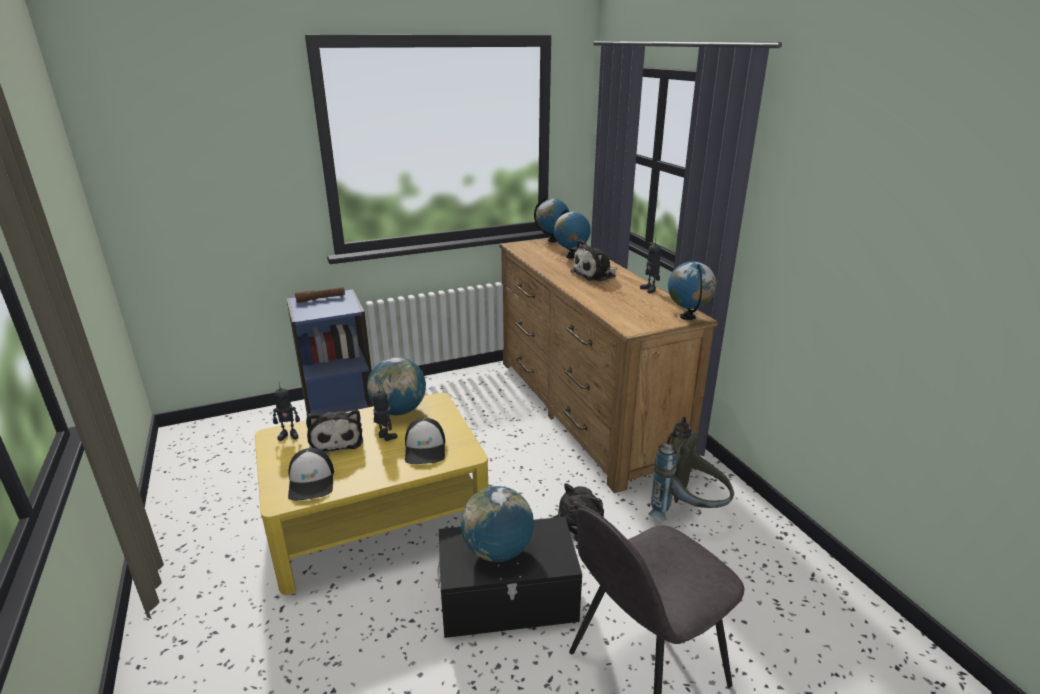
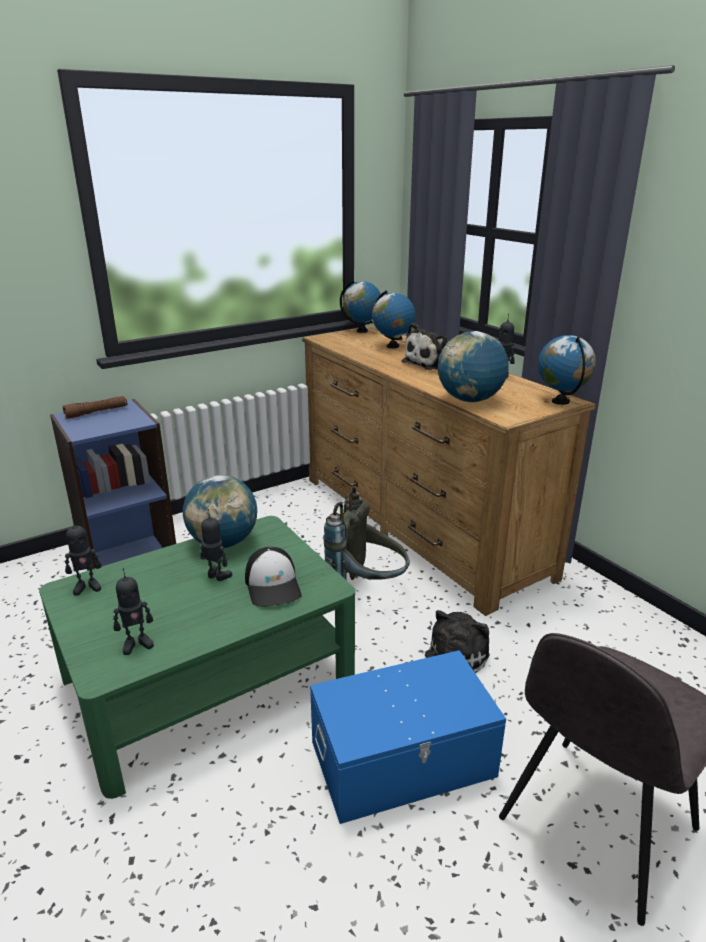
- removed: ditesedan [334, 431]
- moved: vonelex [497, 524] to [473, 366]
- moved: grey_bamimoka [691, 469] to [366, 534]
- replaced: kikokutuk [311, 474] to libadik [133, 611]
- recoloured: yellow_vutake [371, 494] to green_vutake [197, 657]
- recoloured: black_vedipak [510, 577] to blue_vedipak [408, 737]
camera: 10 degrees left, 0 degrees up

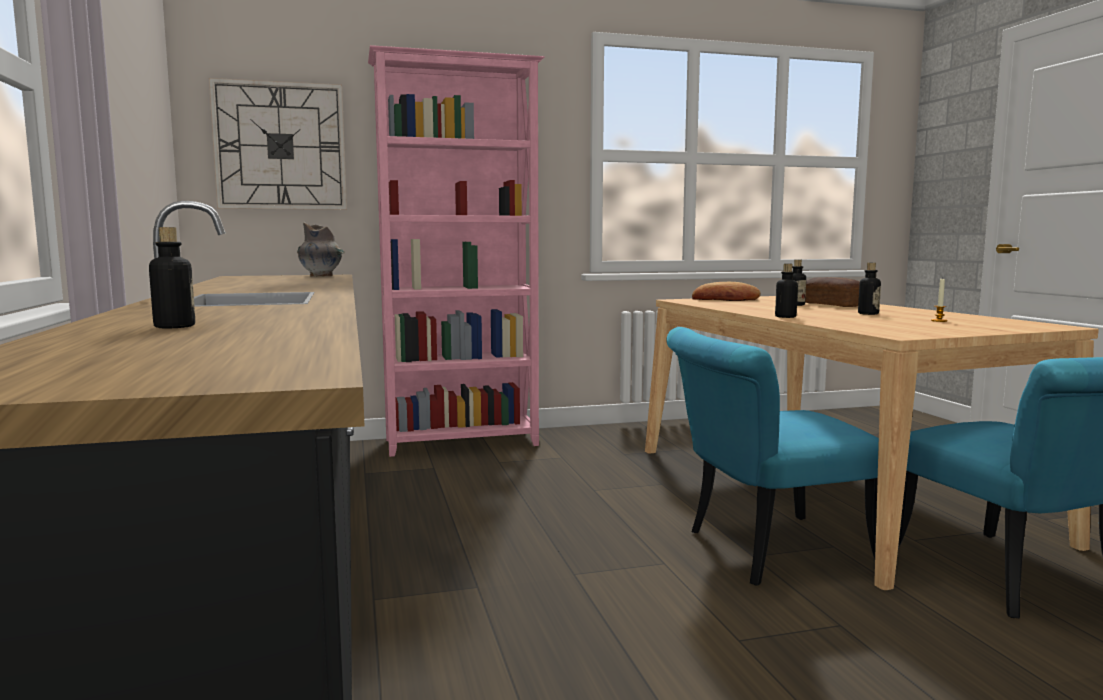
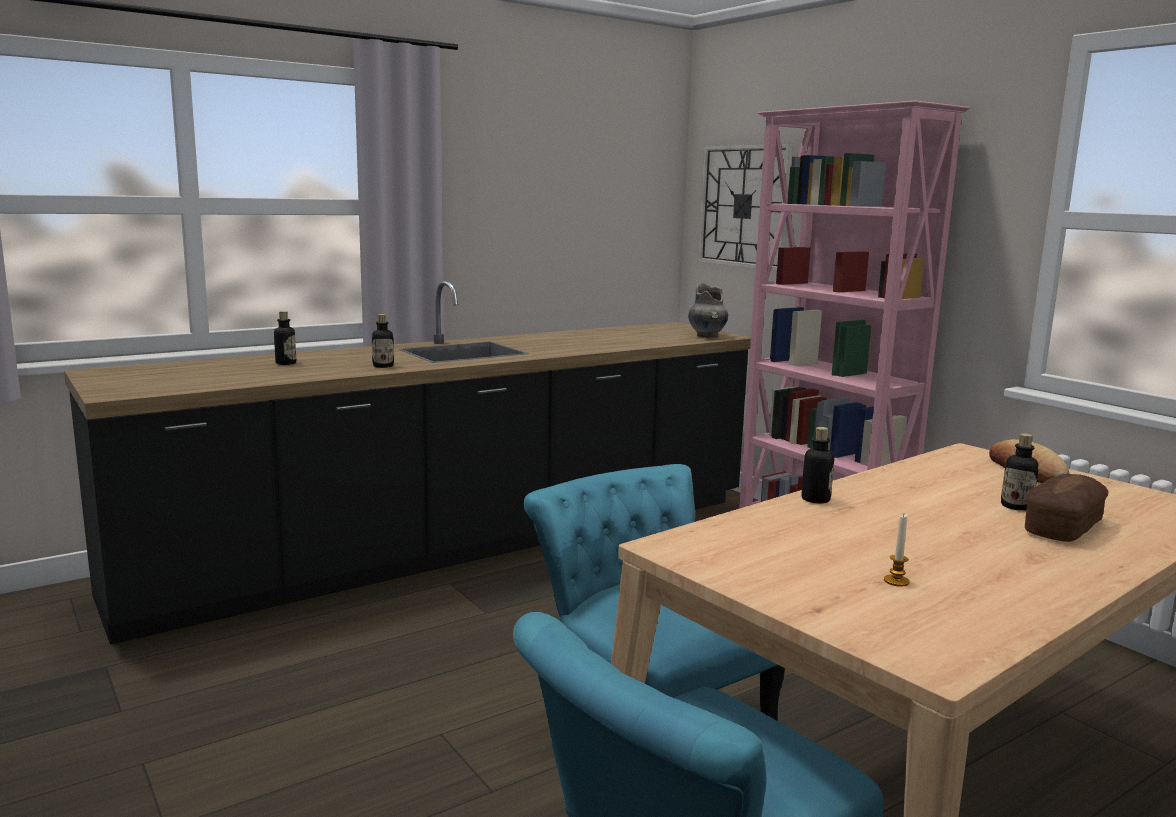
- moved: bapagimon [869, 288] to [383, 341]
camera: 70 degrees right, 5 degrees up

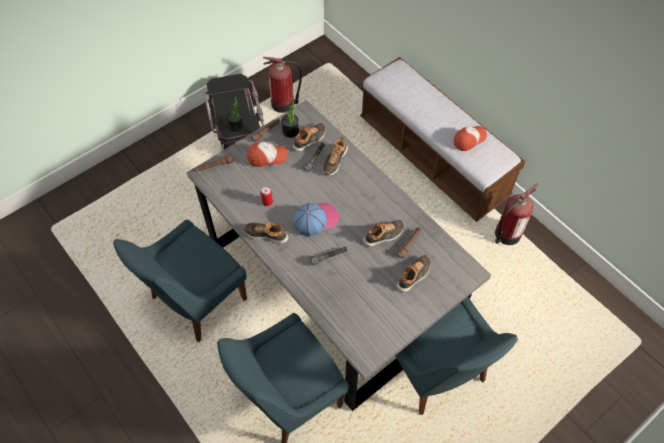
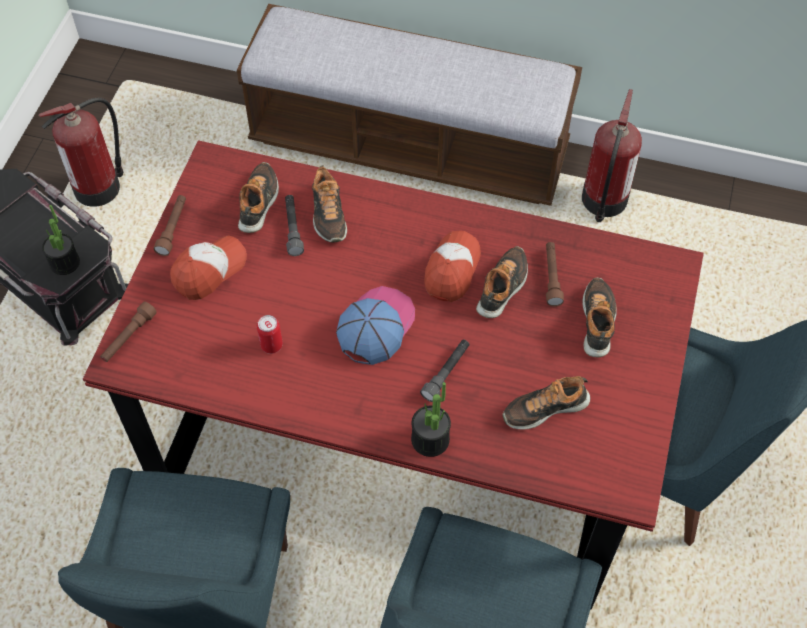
- moved: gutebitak [266, 233] to [546, 403]
- moved: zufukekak [290, 118] to [431, 419]
- moved: kikokutuk [470, 138] to [452, 266]
- recoloured: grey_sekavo [339, 255] to red_sekavo [393, 374]
camera: 35 degrees left, 0 degrees up

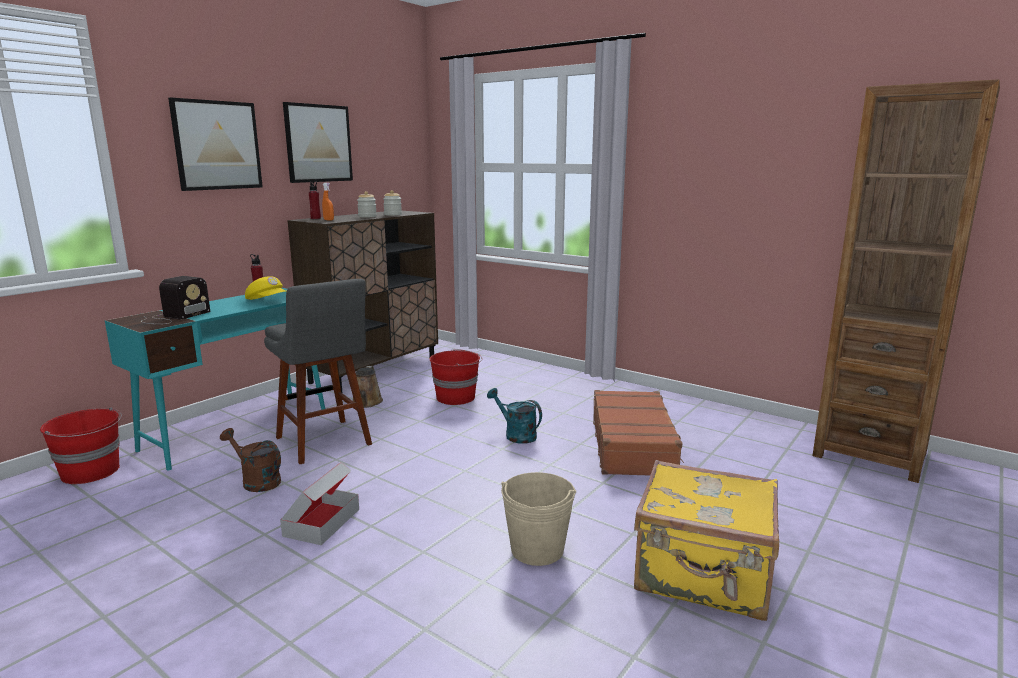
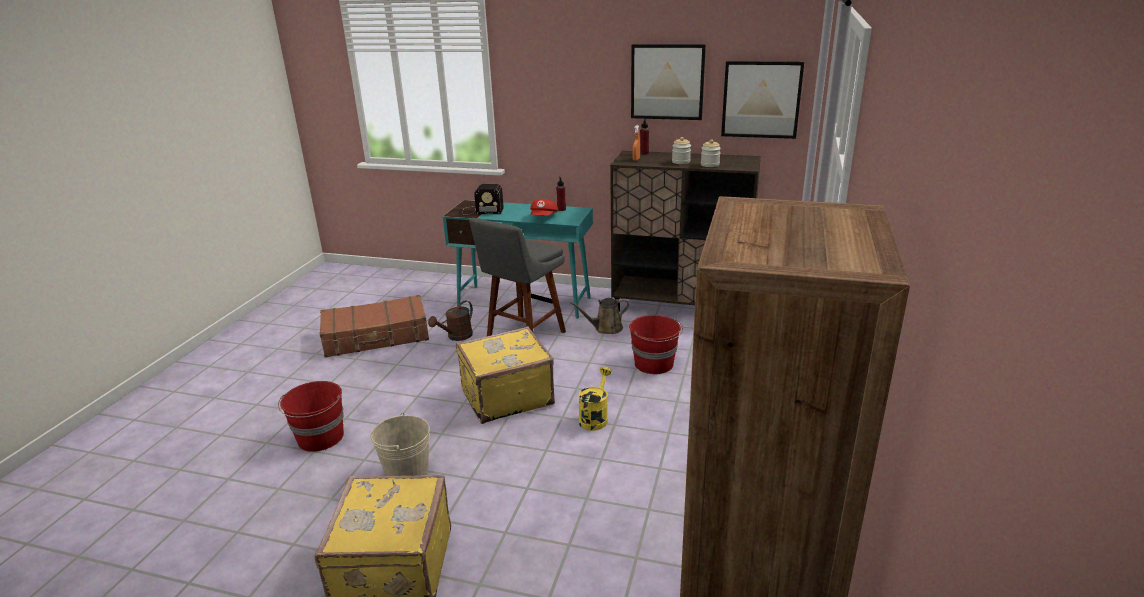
- removed: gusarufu [319, 503]
- added: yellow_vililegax [505, 375]
- moved: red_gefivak [81, 446] to [311, 416]
- moved: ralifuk [215, 144] to [762, 100]
- moved: brown_vililegax [638, 433] to [374, 326]
- recoloured: yellow_kikokutuk [266, 288] to red_kikokutuk [544, 207]
- recoloured: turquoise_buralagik [514, 416] to yellow_buralagik [595, 399]
- turned: brown_buralagik [250, 460] = [450, 320] 150 degrees counterclockwise
camera: 70 degrees right, 10 degrees up

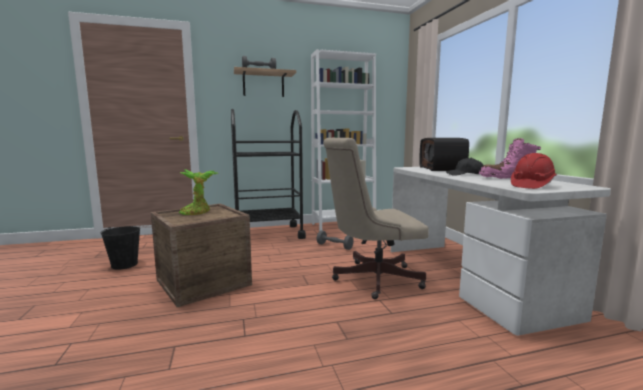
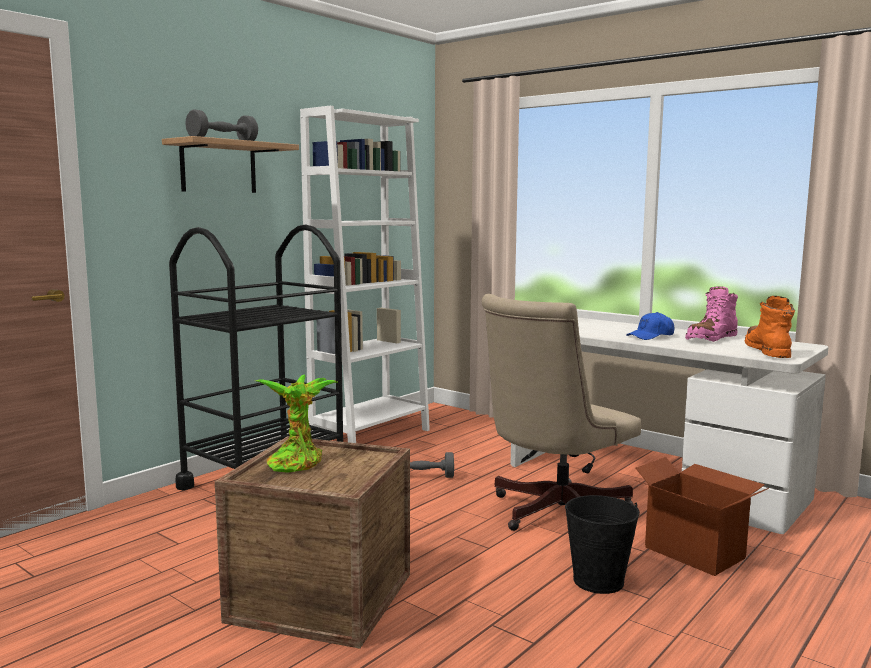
- removed: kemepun [444, 154]
- added: gusarufu [701, 516]
- moved: black_gefivak [120, 248] to [602, 544]
- replaced: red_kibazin [534, 171] to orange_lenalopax [770, 327]
- recoloured: black_kikokutuk [464, 167] to blue_kikokutuk [650, 326]
camera: 35 degrees left, 0 degrees up

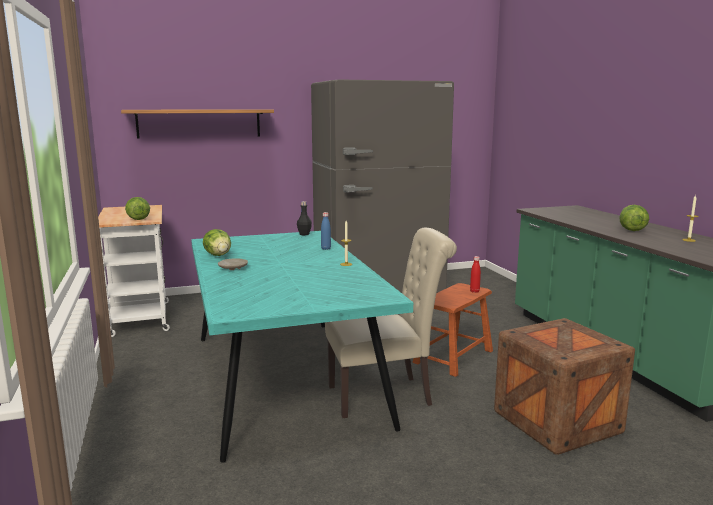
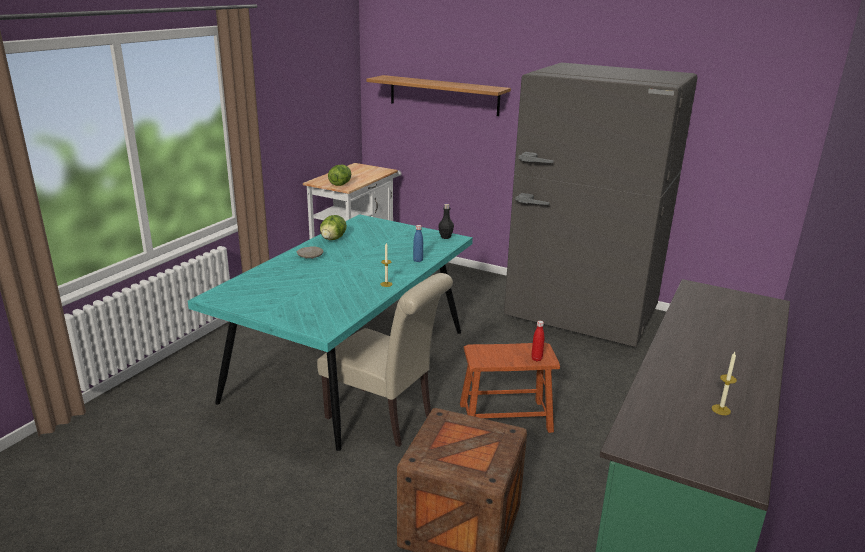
- removed: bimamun [634, 218]
camera: 45 degrees right, 10 degrees up

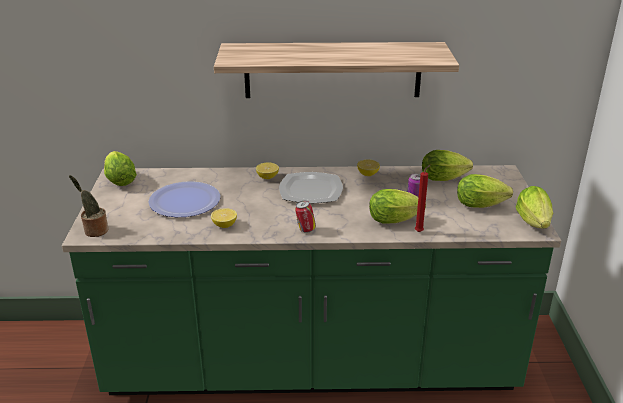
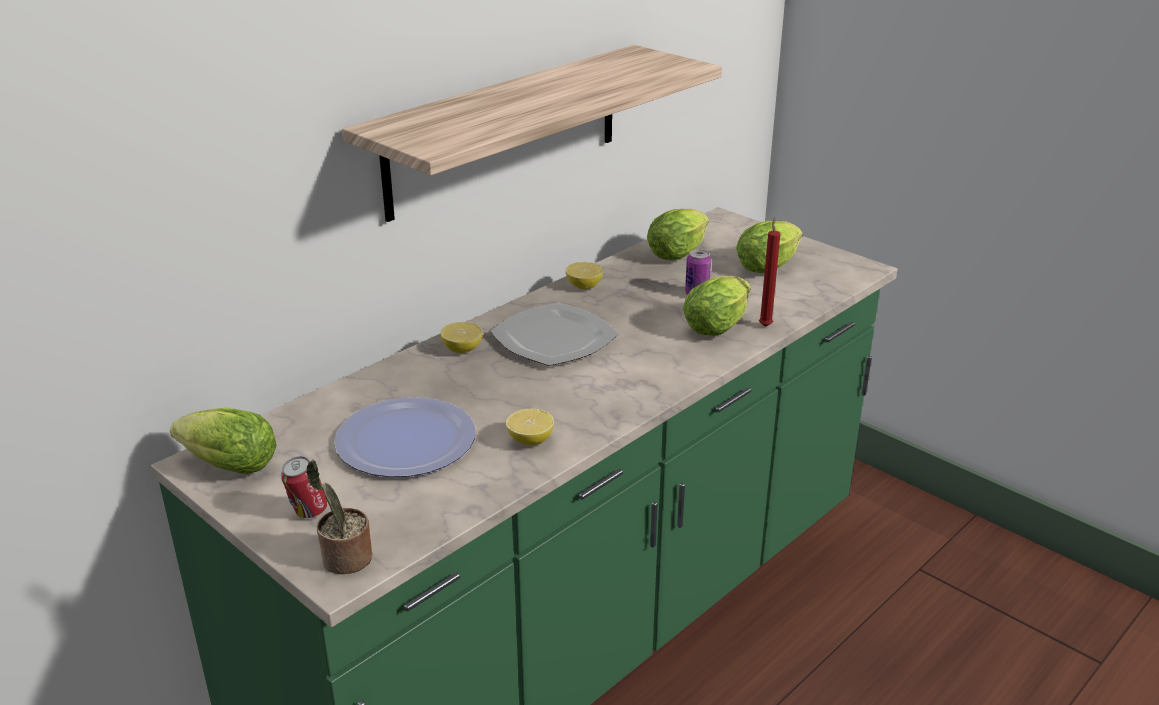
- removed: bimamun [534, 207]
- moved: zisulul [305, 217] to [304, 487]
camera: 45 degrees left, 0 degrees up

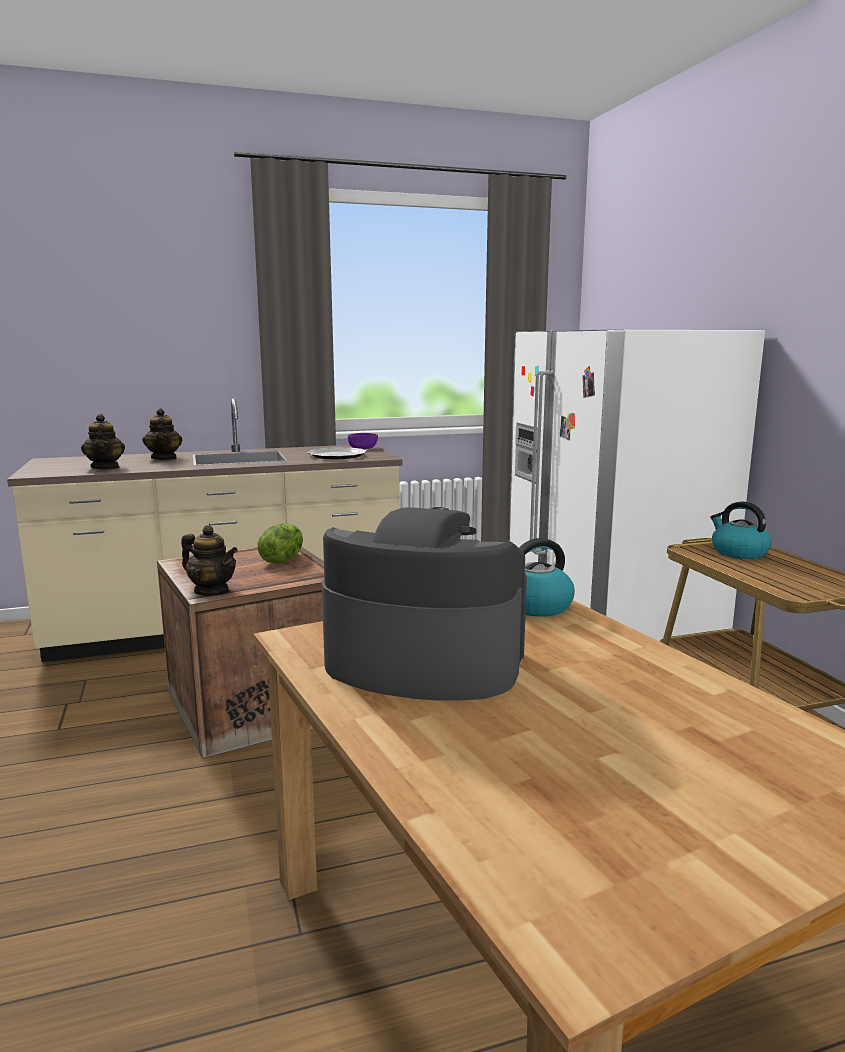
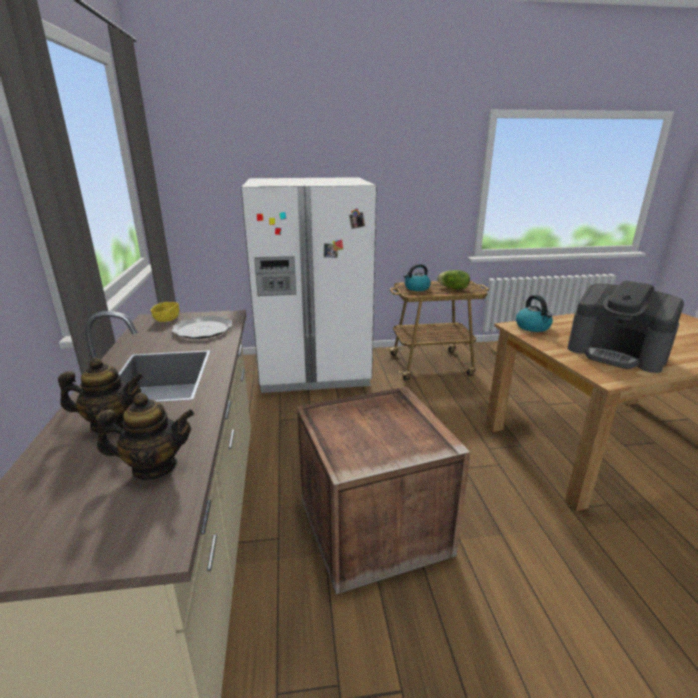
- removed: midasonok [209, 560]
- moved: bimamun [280, 543] to [453, 279]
- recoloured: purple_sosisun [363, 441] to yellow_sosisun [165, 312]
- turned: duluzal [424, 604] = [625, 327] 75 degrees counterclockwise
camera: 80 degrees left, 10 degrees up

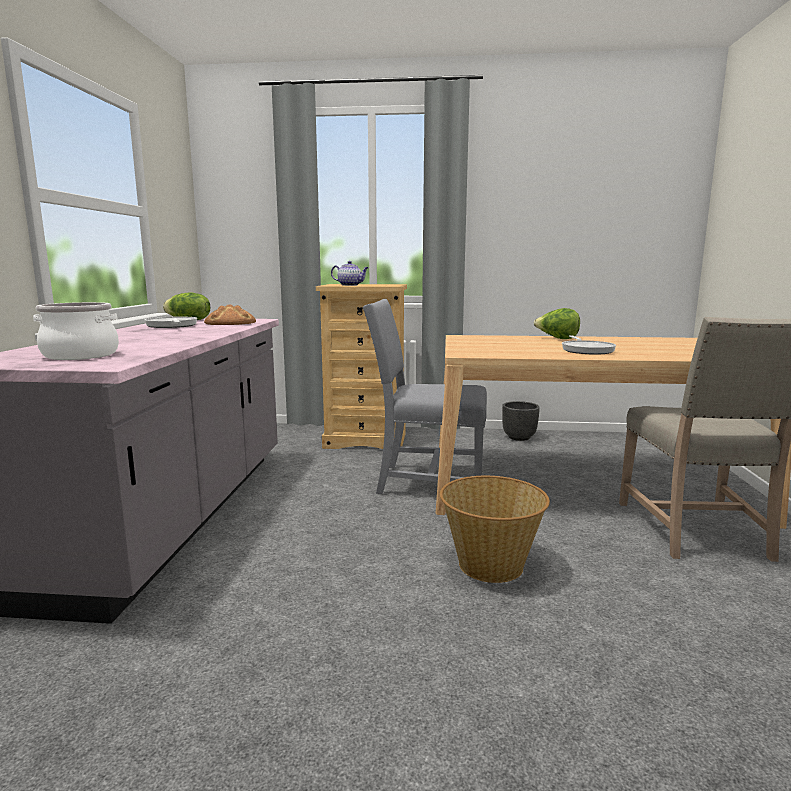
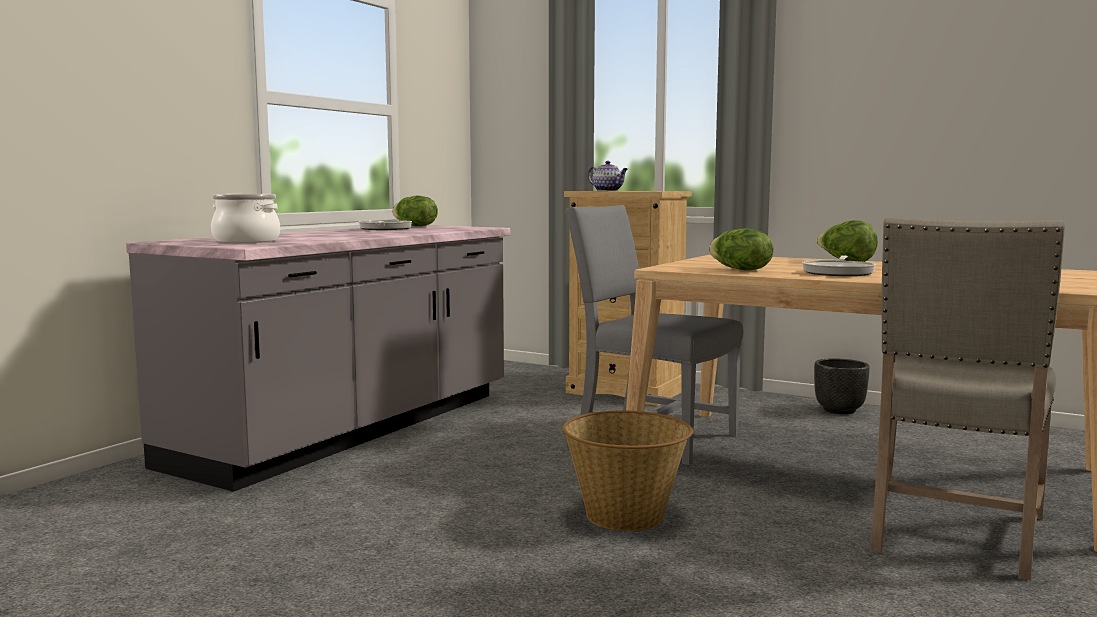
- removed: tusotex [230, 314]
- added: bimamun [741, 249]
camera: 25 degrees right, 5 degrees down

